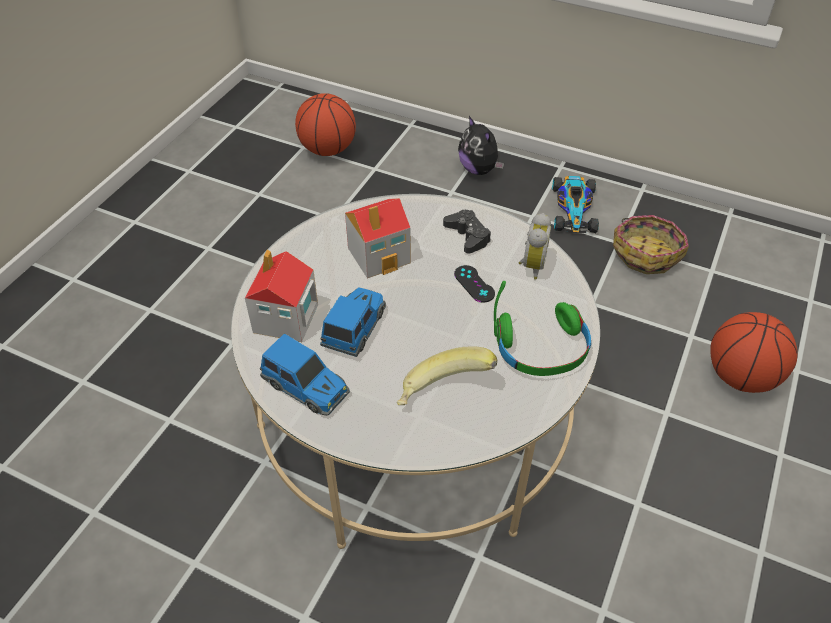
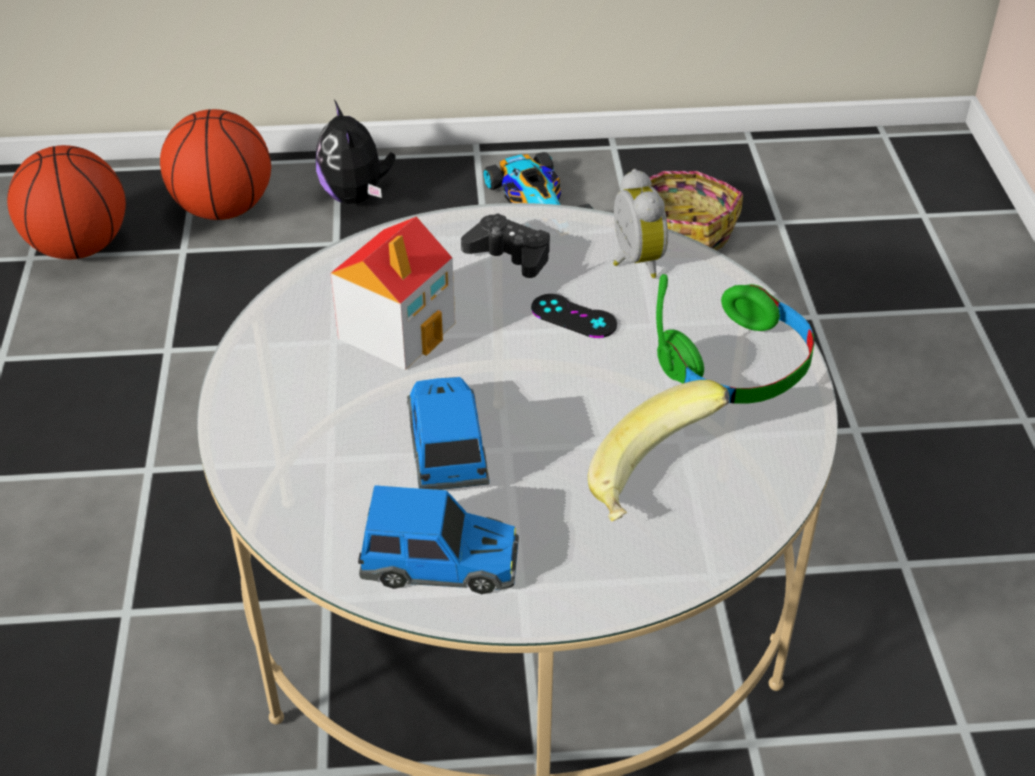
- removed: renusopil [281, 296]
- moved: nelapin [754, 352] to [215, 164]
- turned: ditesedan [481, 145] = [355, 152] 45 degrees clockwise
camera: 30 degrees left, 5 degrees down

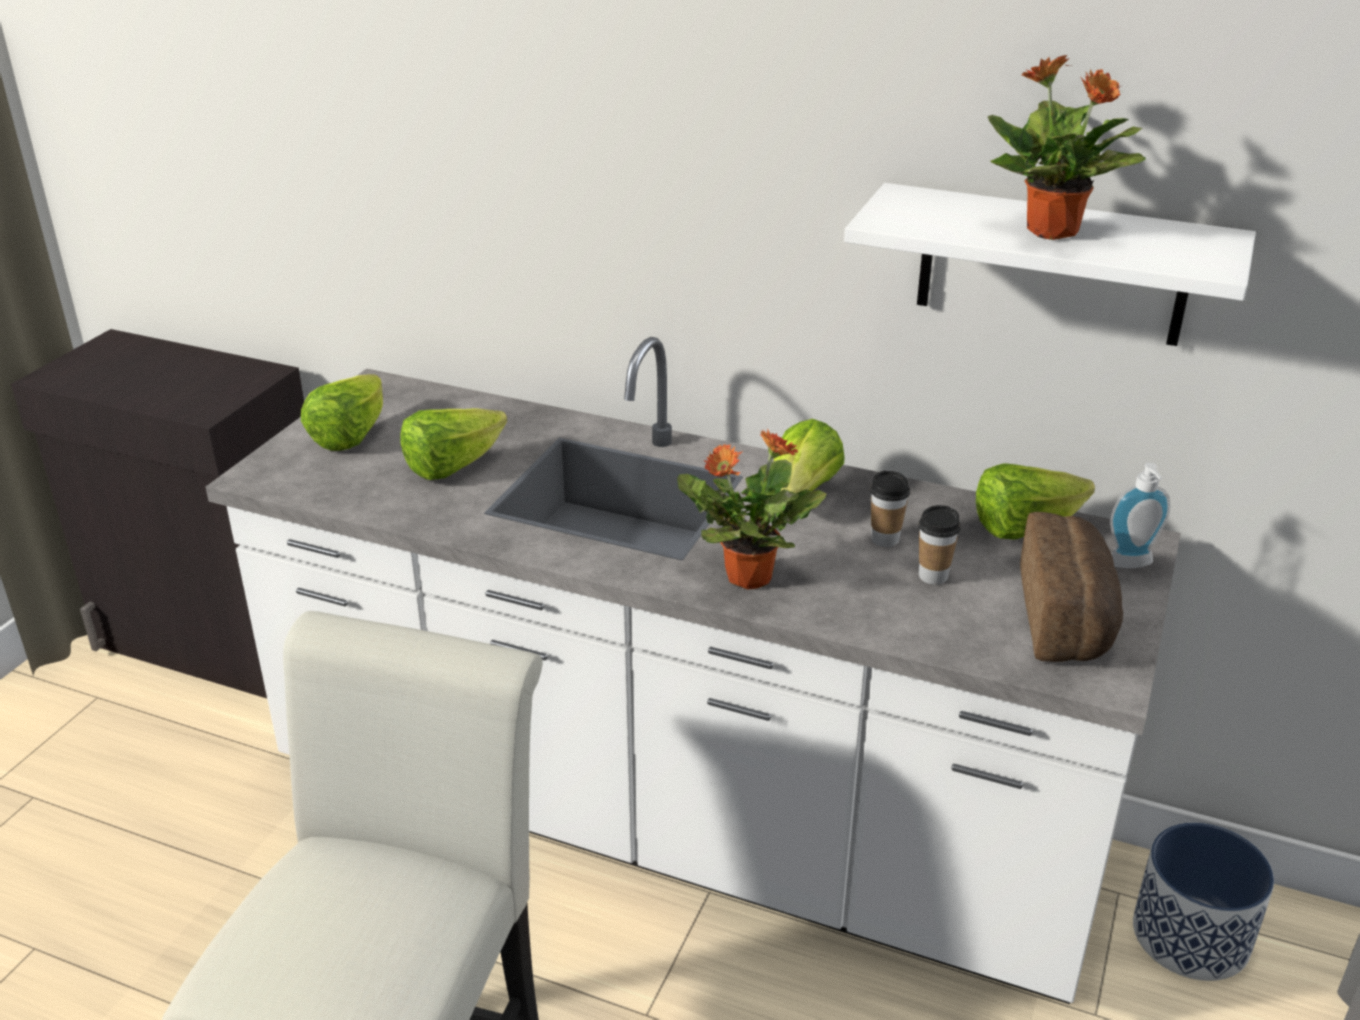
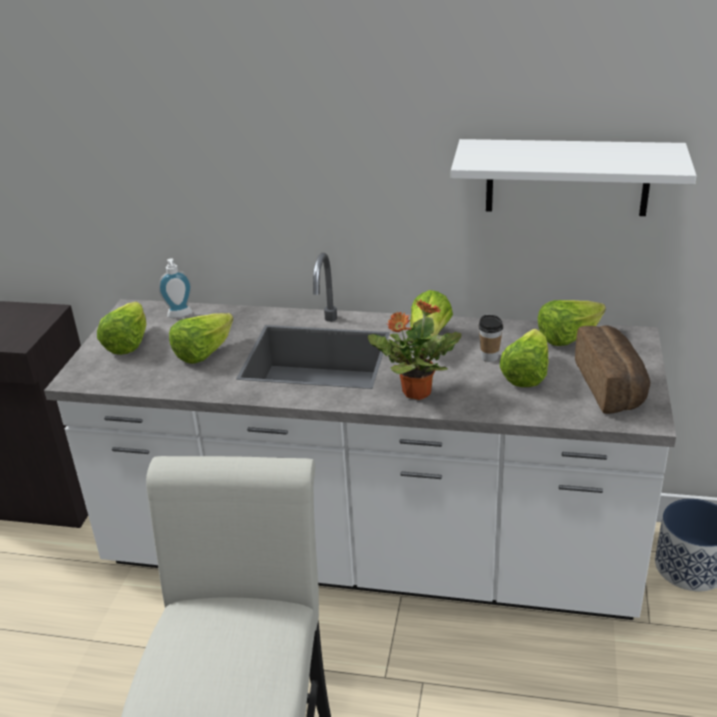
- removed: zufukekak [1067, 147]
- moved: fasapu [1140, 515] to [175, 288]
- replaced: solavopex [939, 545] to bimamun [524, 358]
camera: 10 degrees left, 0 degrees up

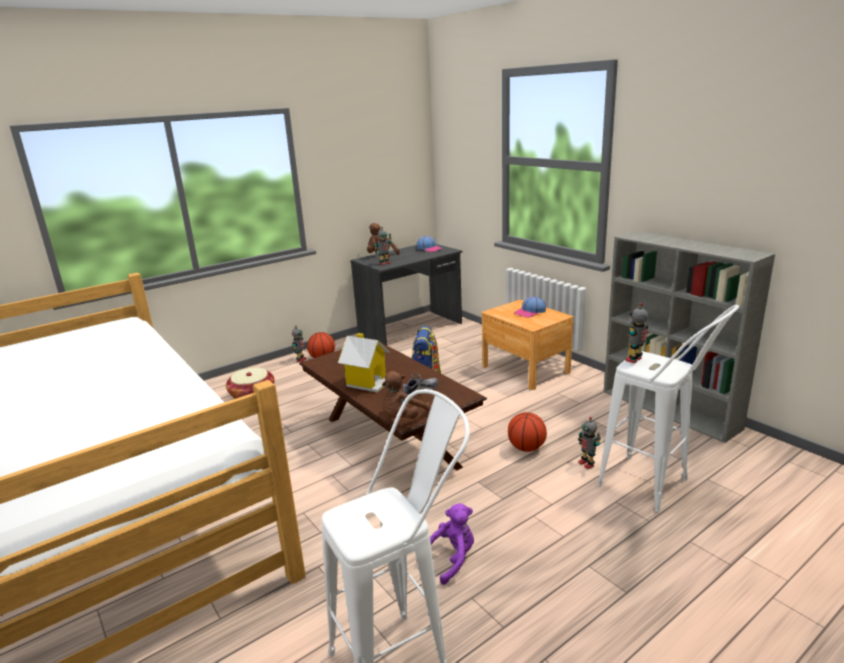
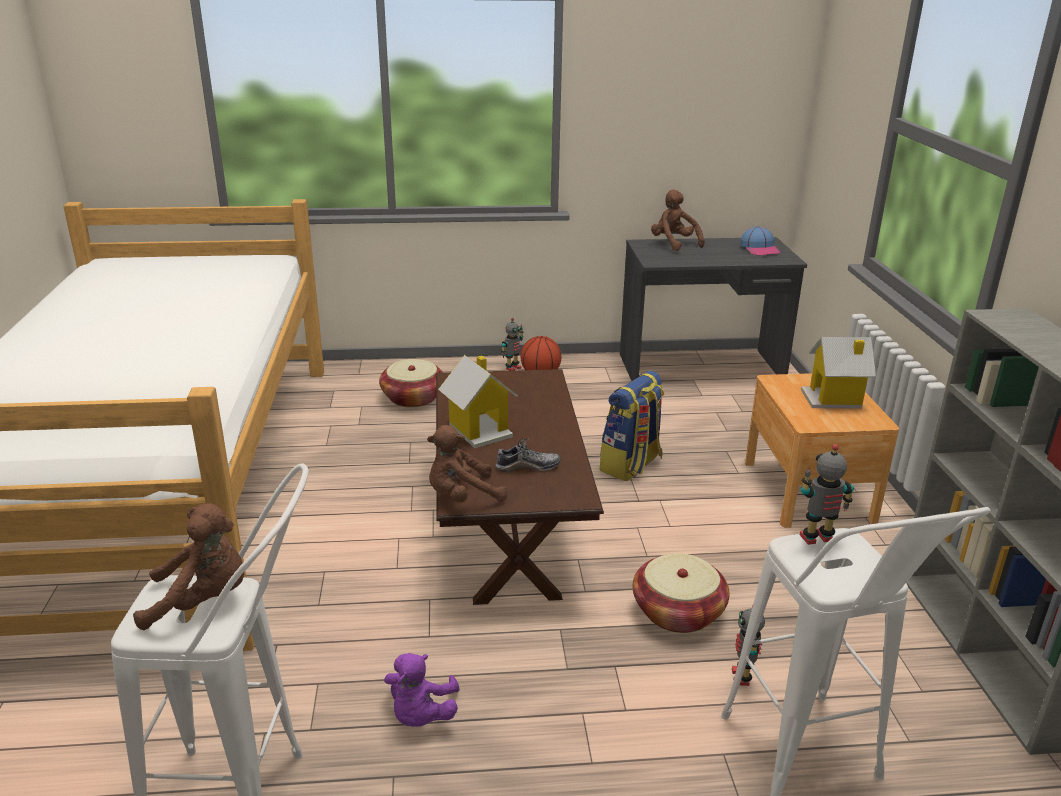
- removed: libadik [383, 246]
- added: brown_ditesedan [188, 566]
- replaced: nelapin [527, 432] to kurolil [681, 593]
- replaced: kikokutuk [530, 306] to renusopil [838, 373]
- turned: purple_ditesedan [452, 544] = [422, 690] 105 degrees clockwise
camera: 30 degrees right, 5 degrees up

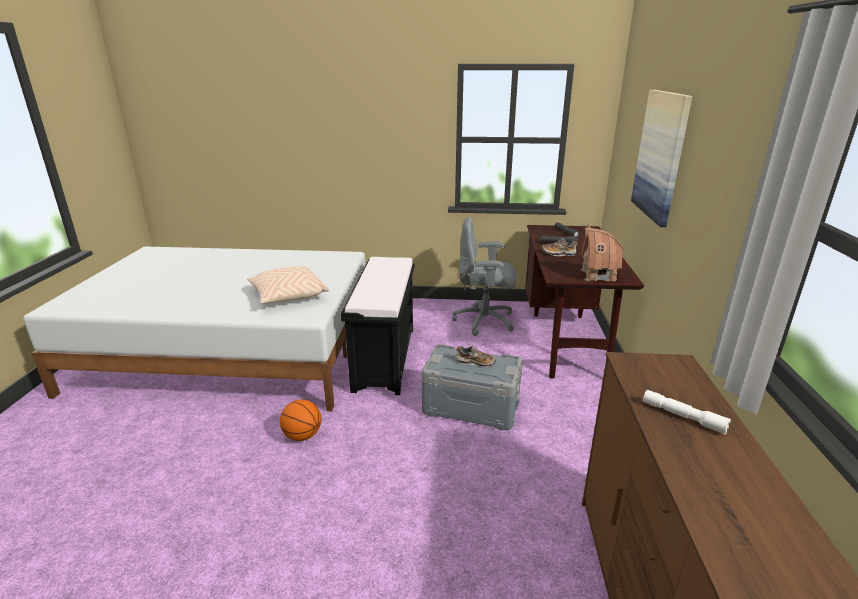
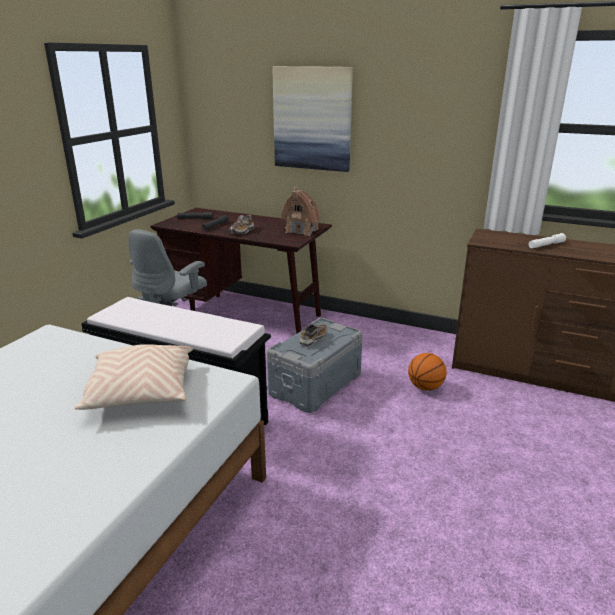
- moved: nelapin [300, 420] to [427, 372]
camera: 70 degrees left, 0 degrees up

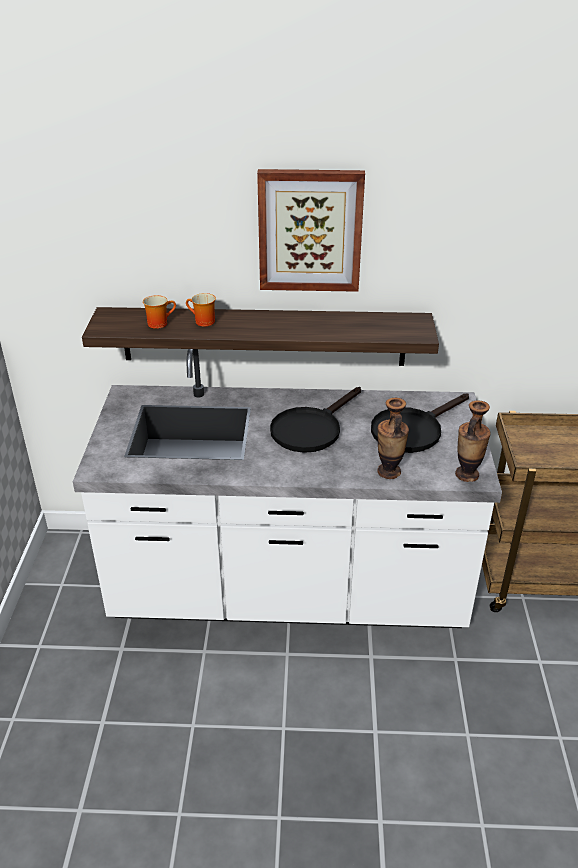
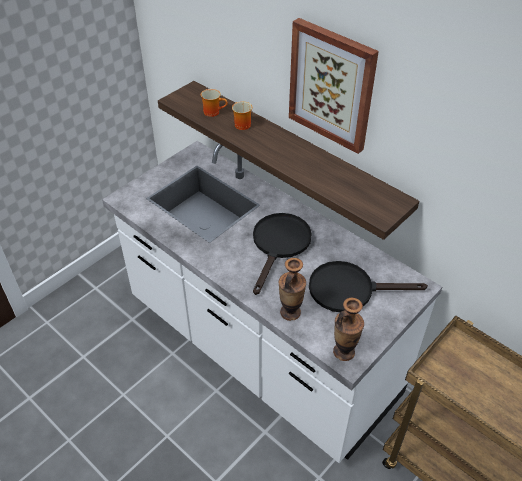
- turned: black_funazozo [315, 420] = [282, 254] 120 degrees clockwise
camera: 40 degrees right, 10 degrees up

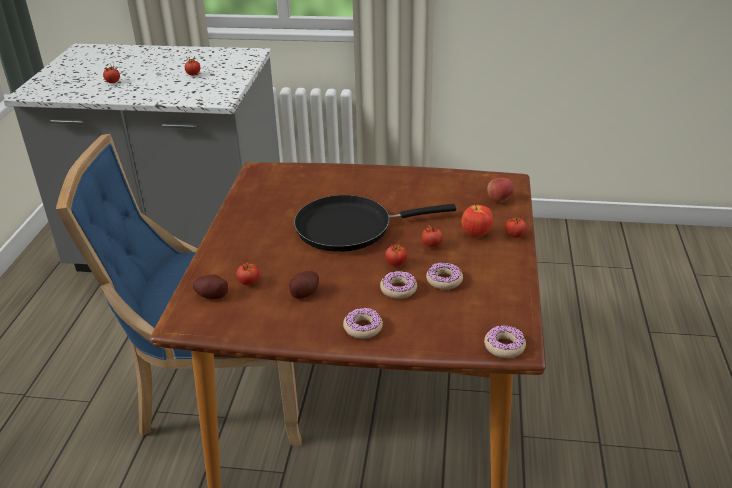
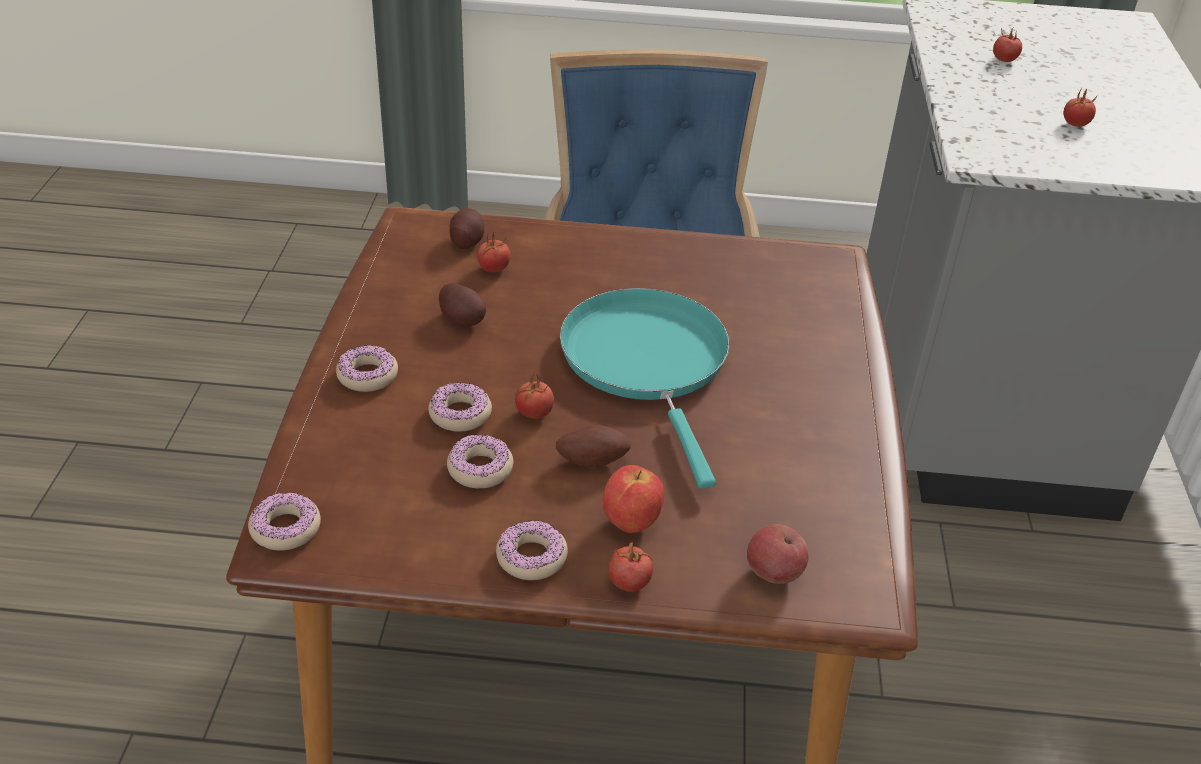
- added: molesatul [532, 550]
- replaced: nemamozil [432, 235] to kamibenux [594, 446]
- recoloured: black_funazozo [375, 223] to turquoise_funazozo [645, 388]
camera: 85 degrees right, 5 degrees up

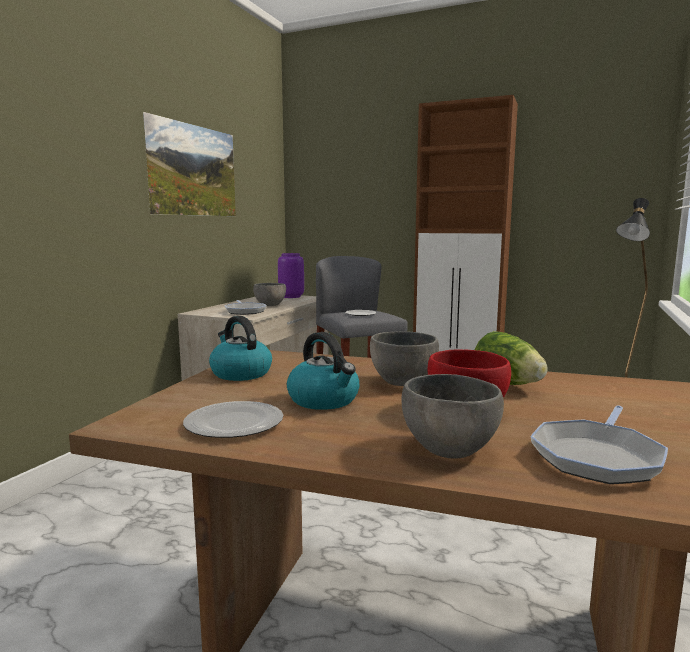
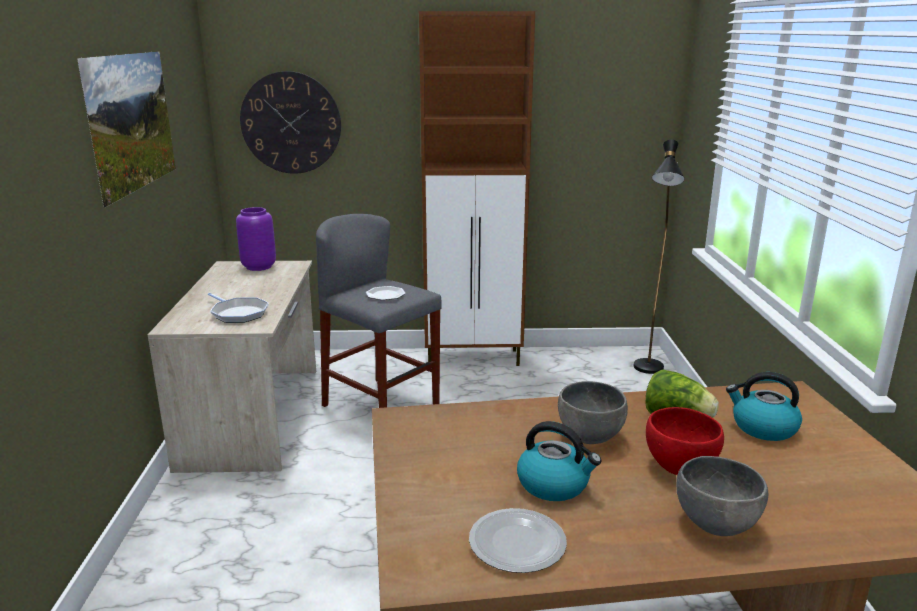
- removed: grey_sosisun [269, 294]
- removed: funazozo [599, 445]
- added: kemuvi [290, 122]
- moved: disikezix [240, 348] to [764, 406]
camera: 25 degrees left, 10 degrees up

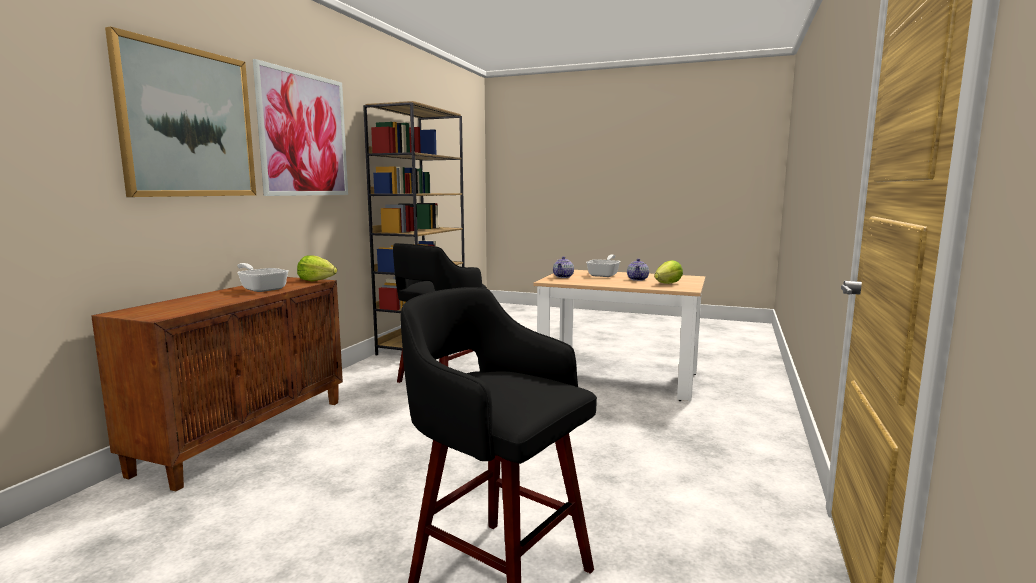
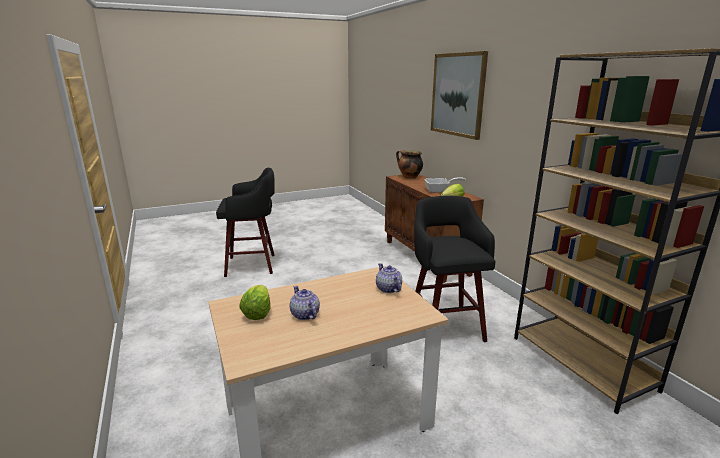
- removed: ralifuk [300, 127]
- removed: funazozo [603, 266]
- added: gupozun [409, 164]
camera: 135 degrees right, 10 degrees up

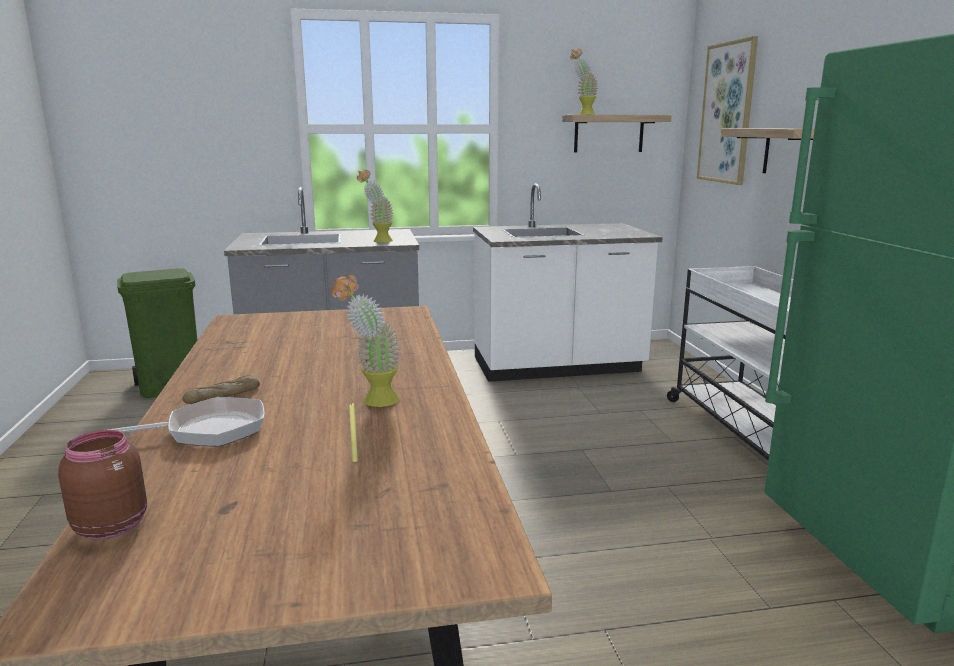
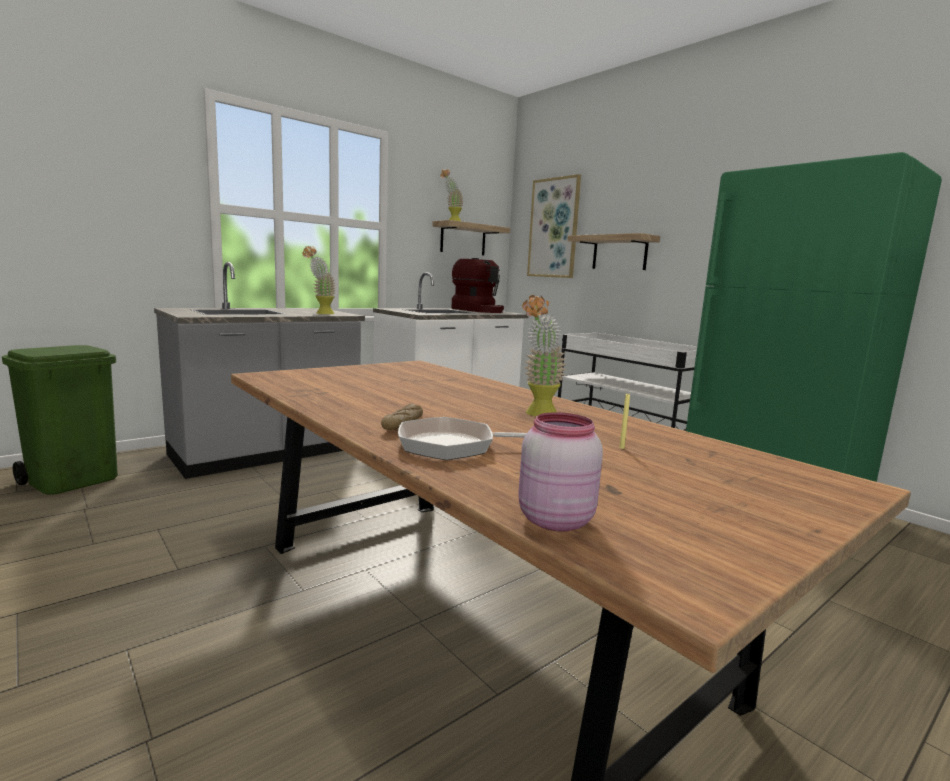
- added: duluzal [478, 285]
- recoloured: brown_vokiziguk [102, 485] to pink_vokiziguk [560, 472]
- turned: funazozo [186, 421] = [462, 438] 135 degrees counterclockwise
camera: 30 degrees left, 5 degrees down

